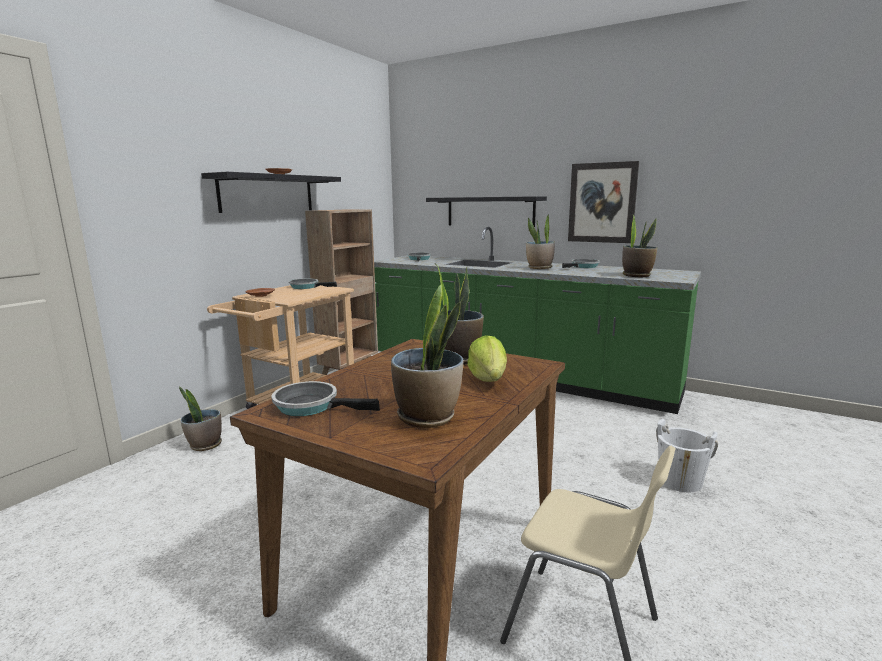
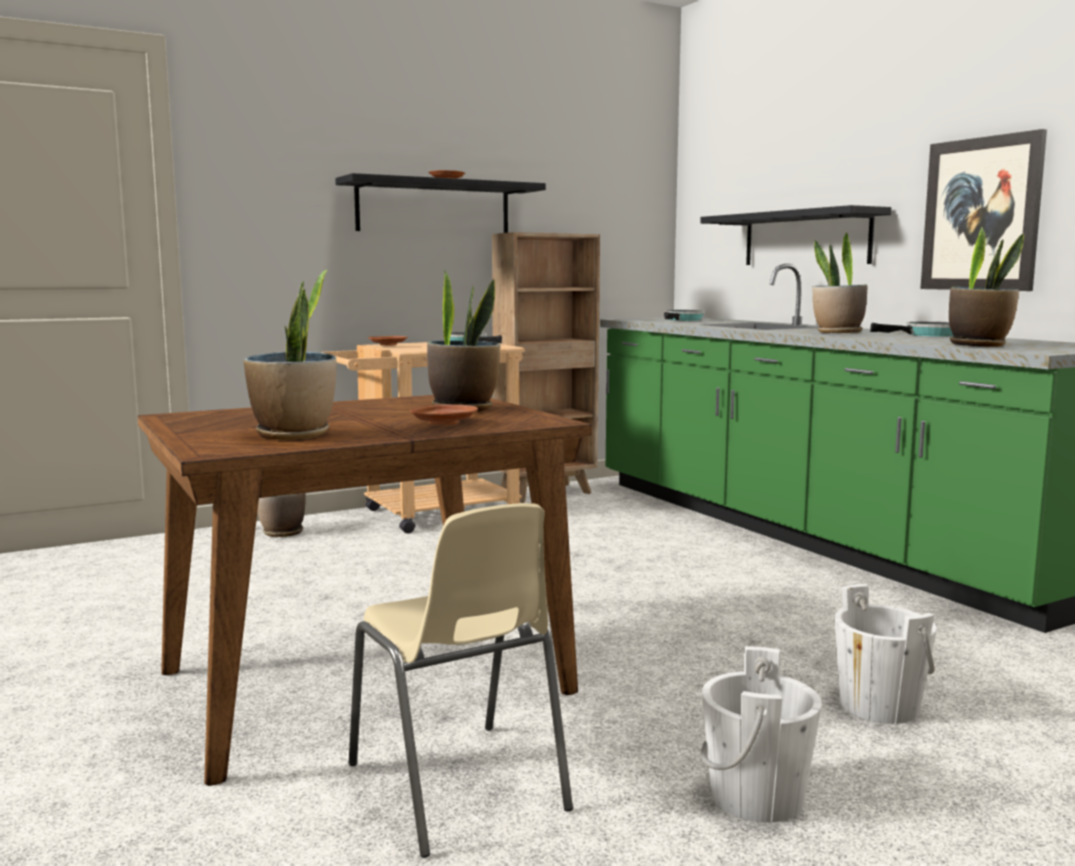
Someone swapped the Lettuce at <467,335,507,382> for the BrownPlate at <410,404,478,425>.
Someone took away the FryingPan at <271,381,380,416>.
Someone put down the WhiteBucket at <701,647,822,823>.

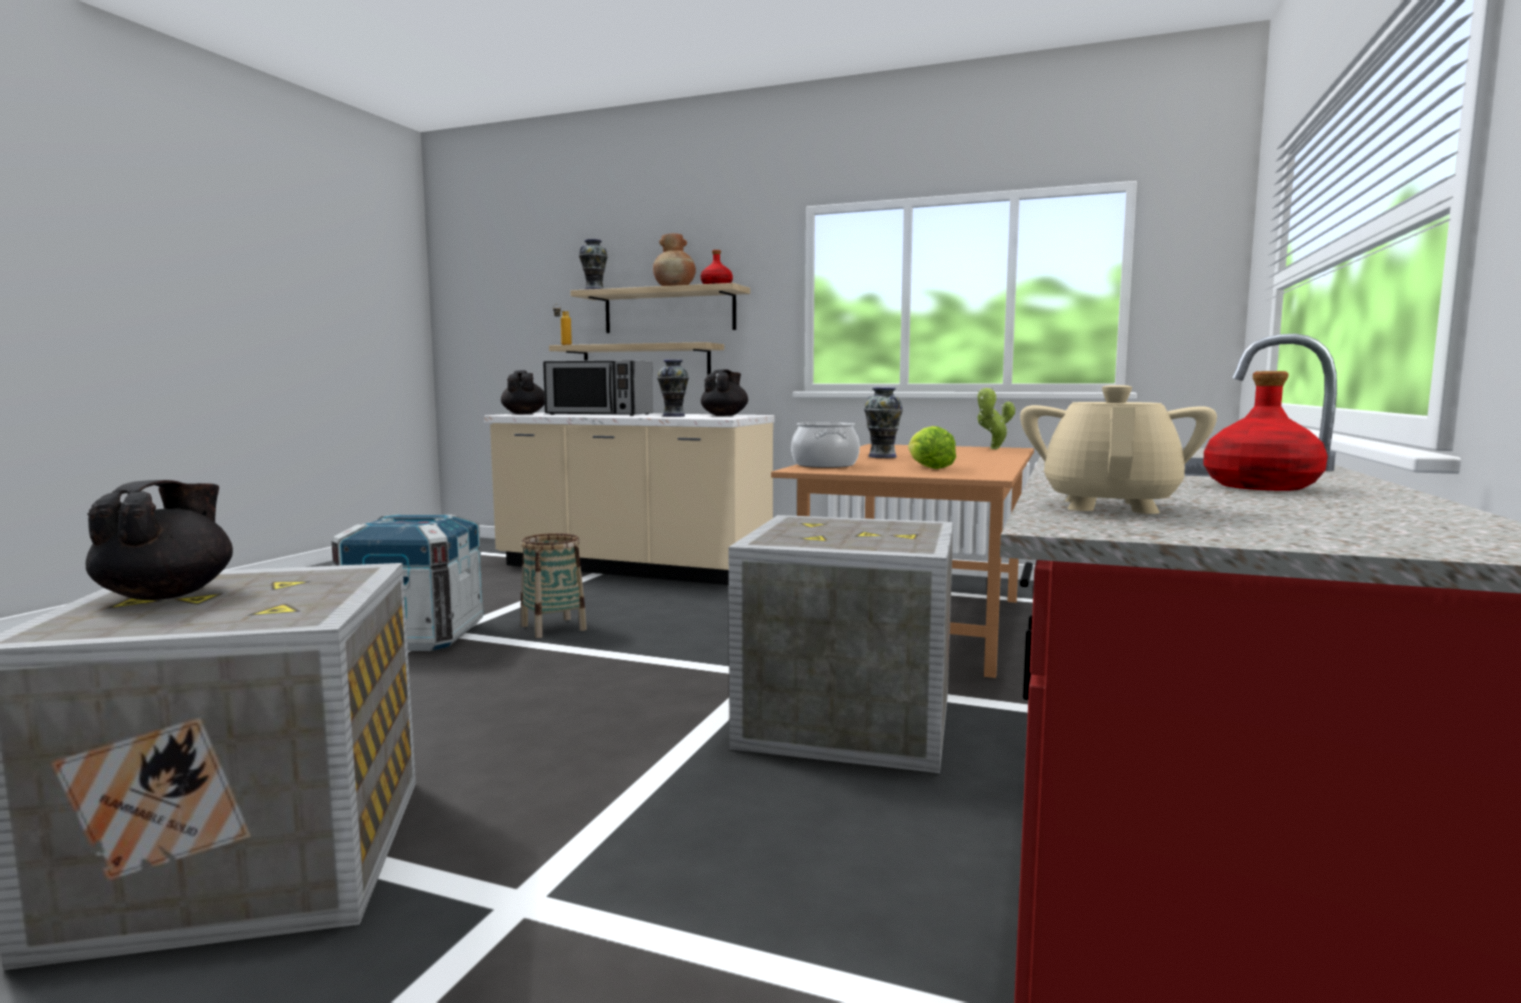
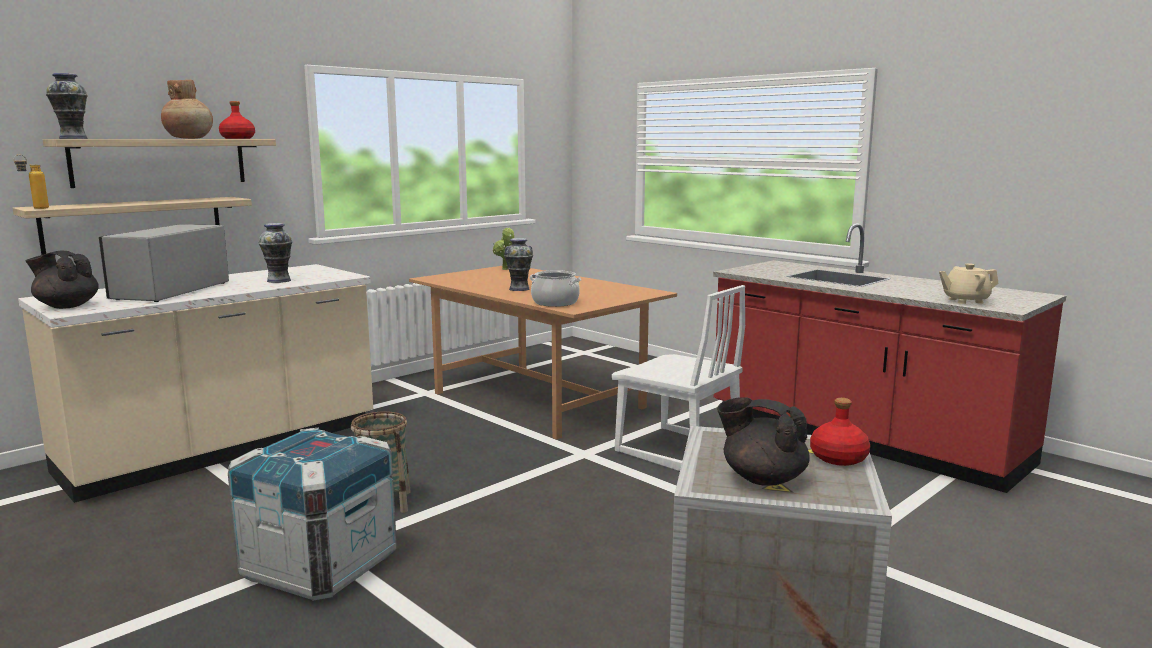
Someone rotated the Microwave at <543,360,653,416> by 150 degrees clockwise.
Someone took away the BlackTeapot at <701,369,748,416>.
Someone carried the RedBottle from <1204,371,1328,491> to <810,398,870,466>.
Someone rotated the BeigeTeapot at <1020,385,1217,514> by 45 degrees counterclockwise.
Someone took away the Lettuce at <908,426,956,469>.
Someone swapped the Crate at <729,515,953,773> for the WhiteChair at <612,285,745,471>.

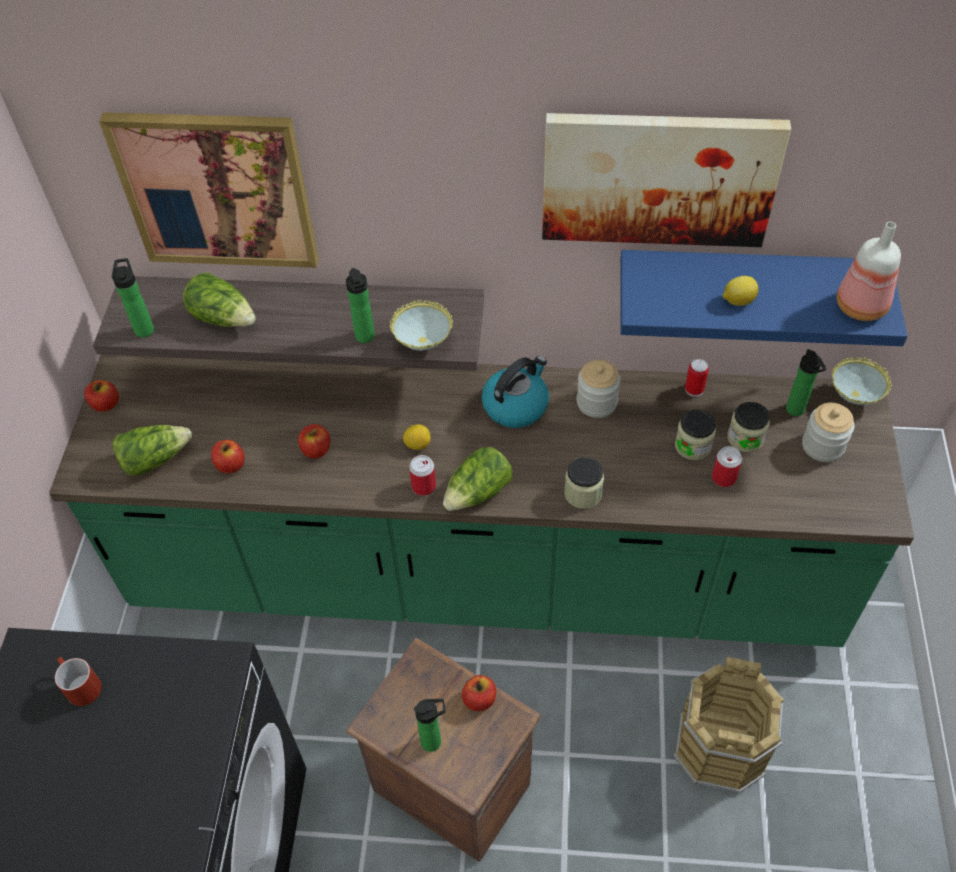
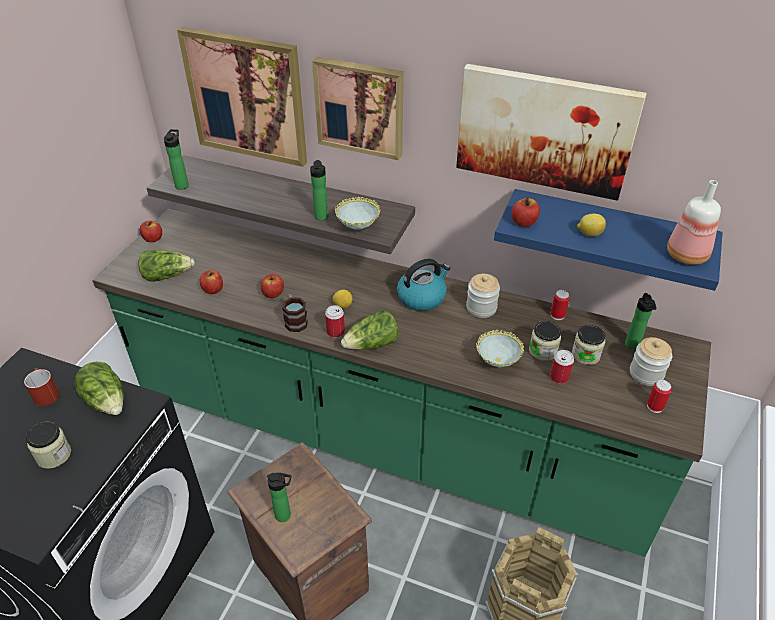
Someone carried the Lettuce from <183,272,256,327> to <74,362,124,415>.
Someone carried the Bowl from <832,357,892,405> to <476,330,524,368>.
Someone carried the Jar from <564,457,604,509> to <26,422,71,469>.
Someone carried the Apple from <462,675,496,711> to <511,198,540,227>.
Someone put up the Picture at <312,57,404,160>.
Someone put down the Mug at <282,294,308,332>.
Someone put down the Can at <647,380,672,413>.

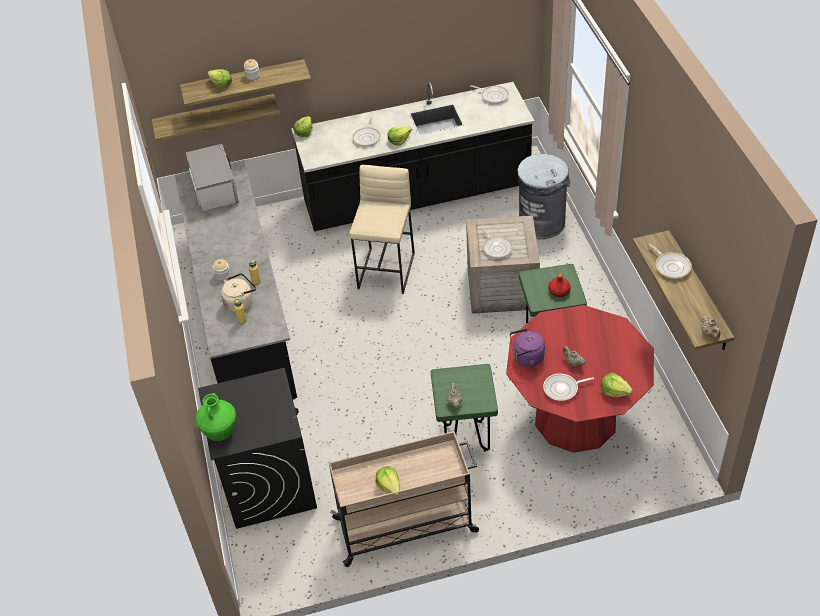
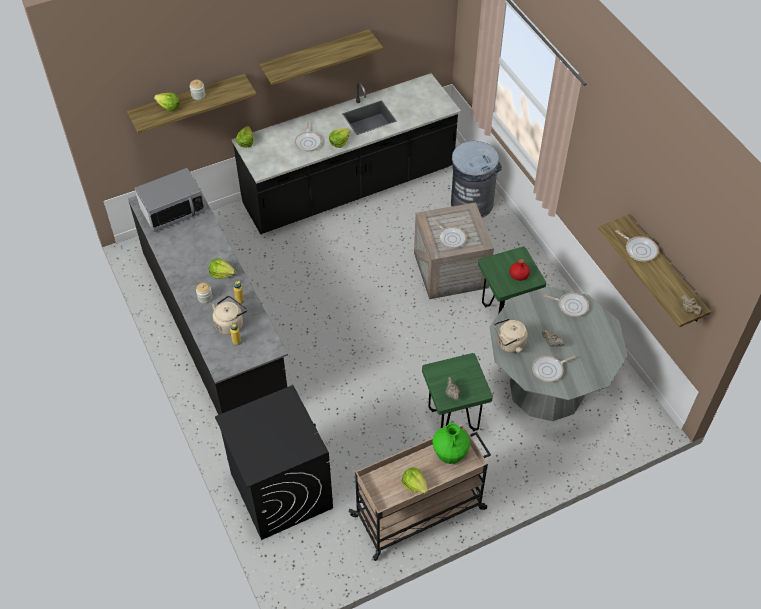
Someone carried the FryingPan from <470,85,509,104> to <544,293,589,317>.
Someone carried the Shelf from <152,94,280,141> to <259,29,383,85>.
Someone rotated the Microwave at <186,144,239,212> by 90 degrees clockwise.
Someone took away the BeigeStool at <350,165,415,294>.
Someone repainted the RedDiningTable at <506,305,654,453>, which became the GreyDiningTable at <490,286,628,421>.
Someone repainted the PurpleKettle at <510,329,545,367>, which became the BeigeKettle at <494,318,528,353>.
Someone carried the Lettuce from <601,373,633,397> to <209,258,236,279>.
Someone carried the GreenVase from <195,393,236,441> to <432,422,470,464>.

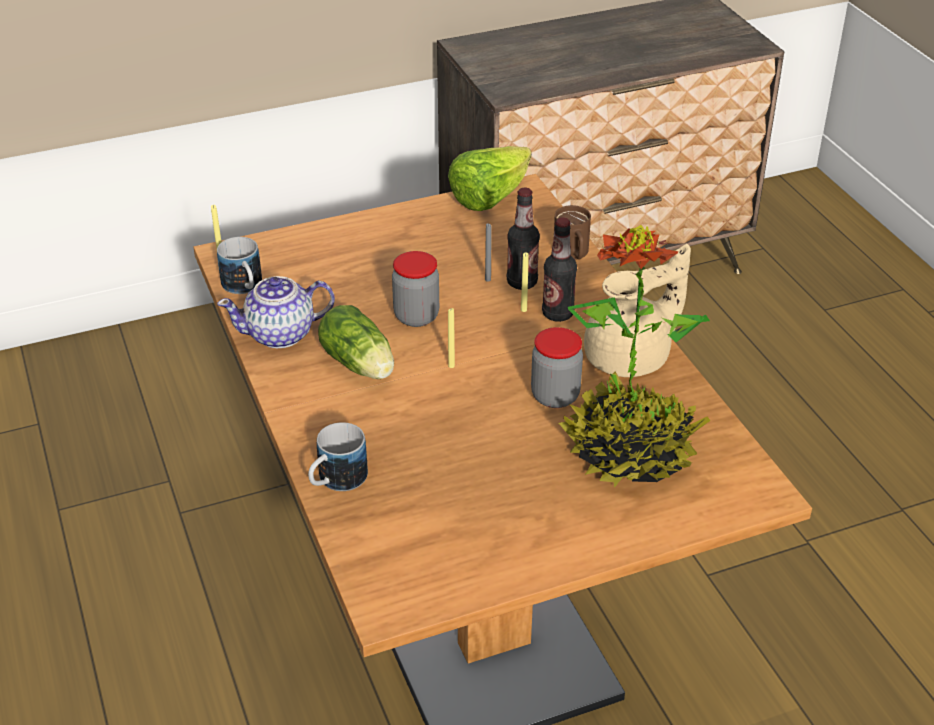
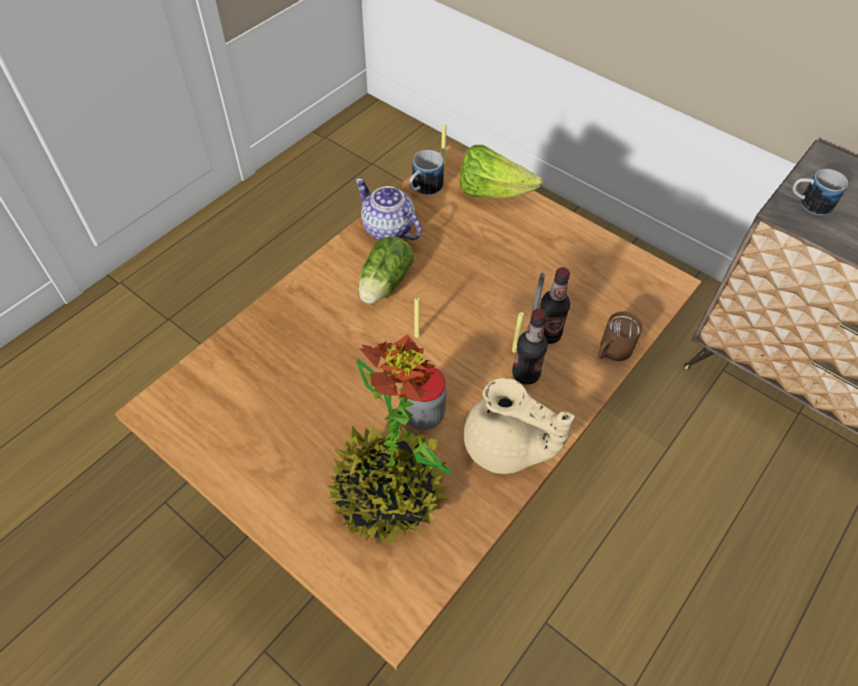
Someone carried the Lettuce from <448,146,532,211> to <460,145,543,198>.
Someone took away the Jar at <392,251,439,327>.
Someone carried the Mug from <308,422,368,491> to <793,169,848,215>.

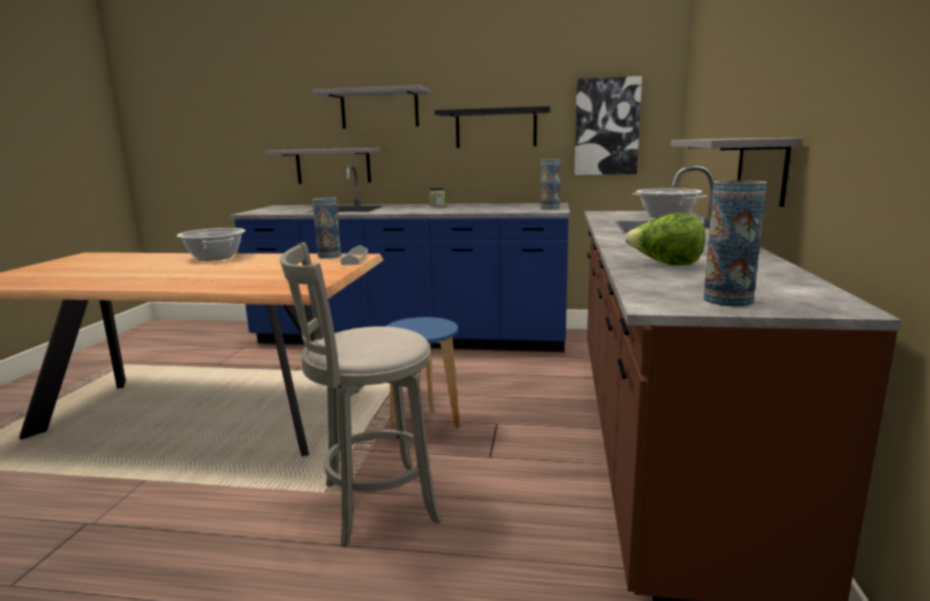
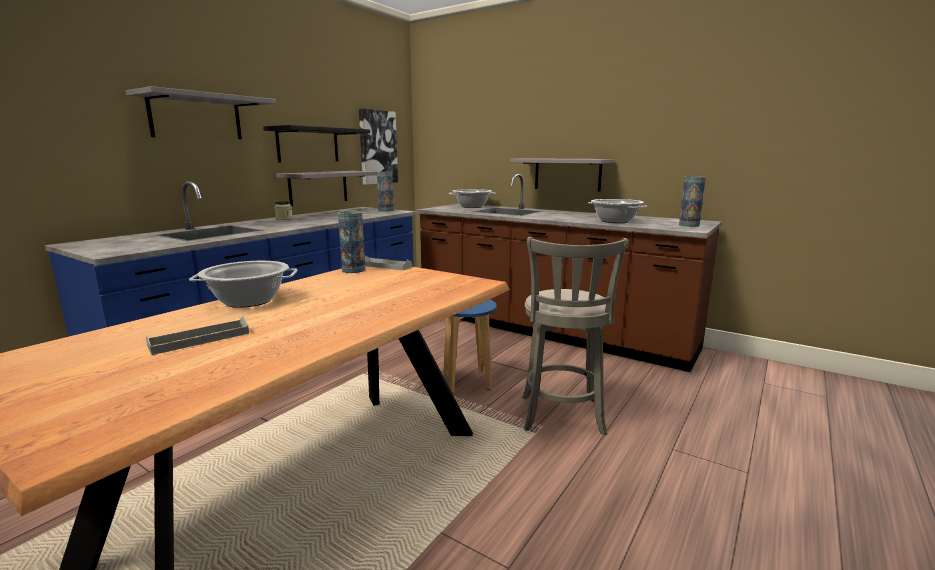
Someone carried the GreyShelf from <265,148,381,184> to <276,171,378,206>.
Someone swapped the Lettuce at <625,213,705,266> for the CookingPot at <588,199,647,223>.
Someone put down the GreyTray at <146,316,249,355>.

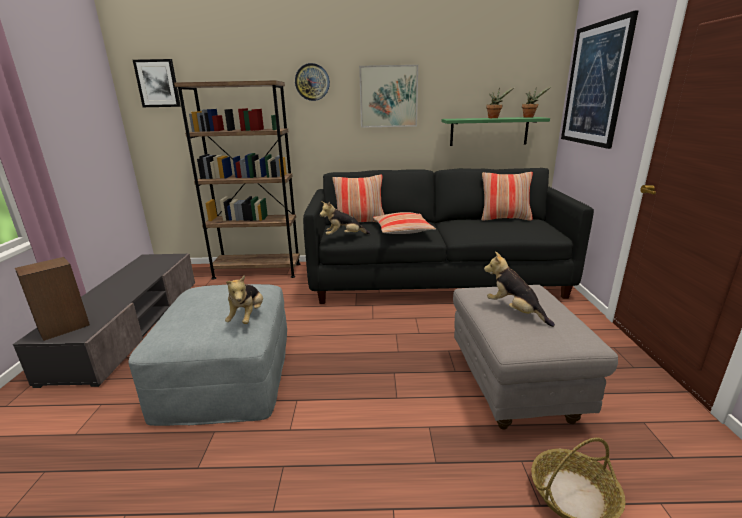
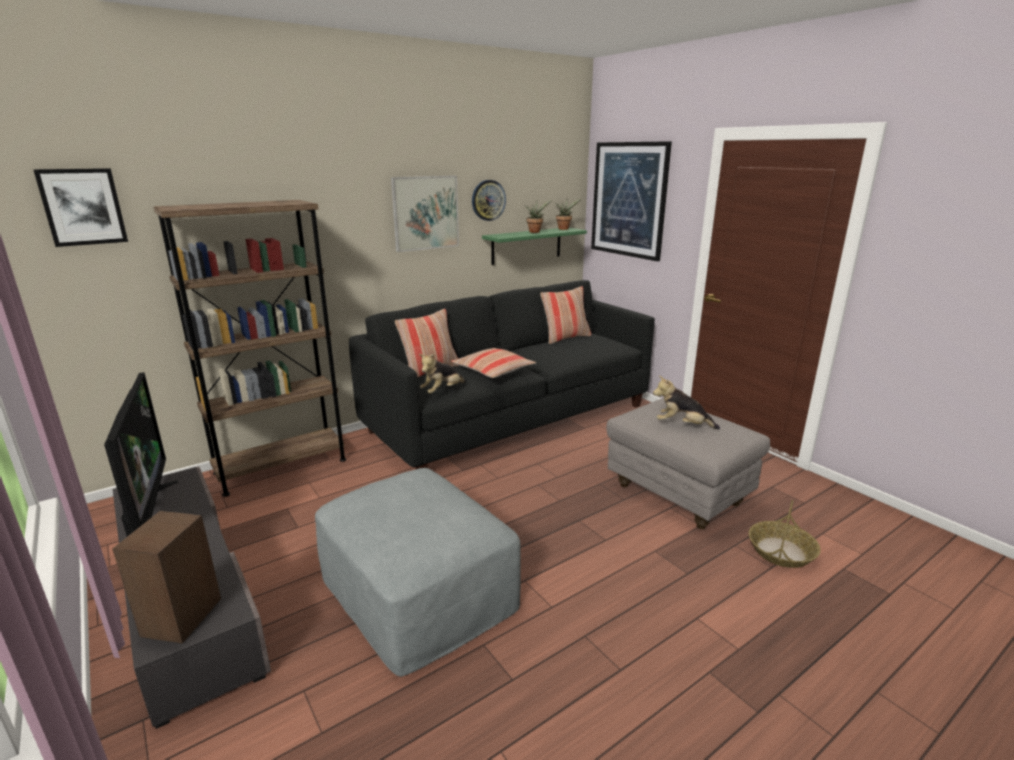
Someone carried the WallClock from <295,63,330,101> to <472,180,506,221>.
Someone took away the PlushToy at <225,275,263,324>.
Someone put down the Television at <104,372,179,537>.

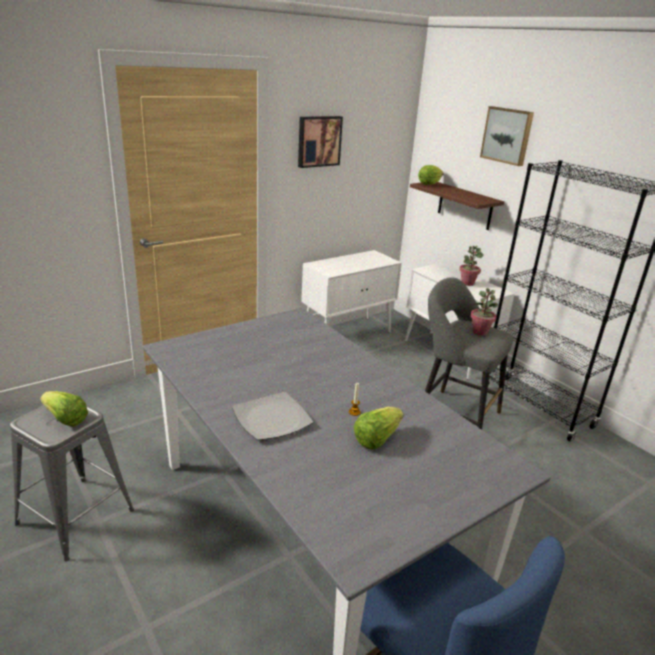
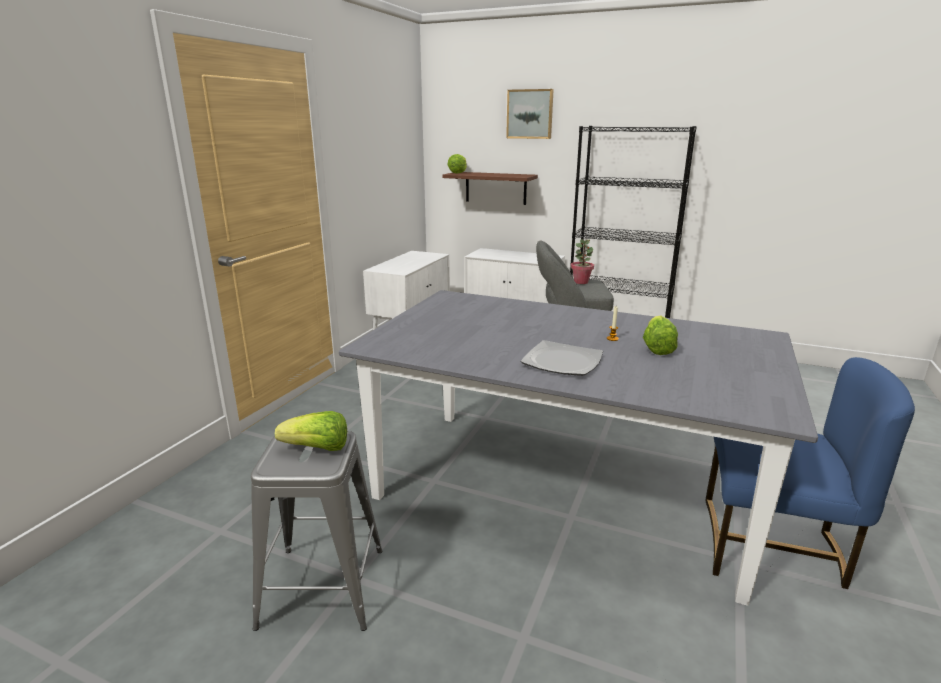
Someone took away the Picture at <298,116,343,168>.
Someone took away the PottedPlant at <459,246,484,286>.

